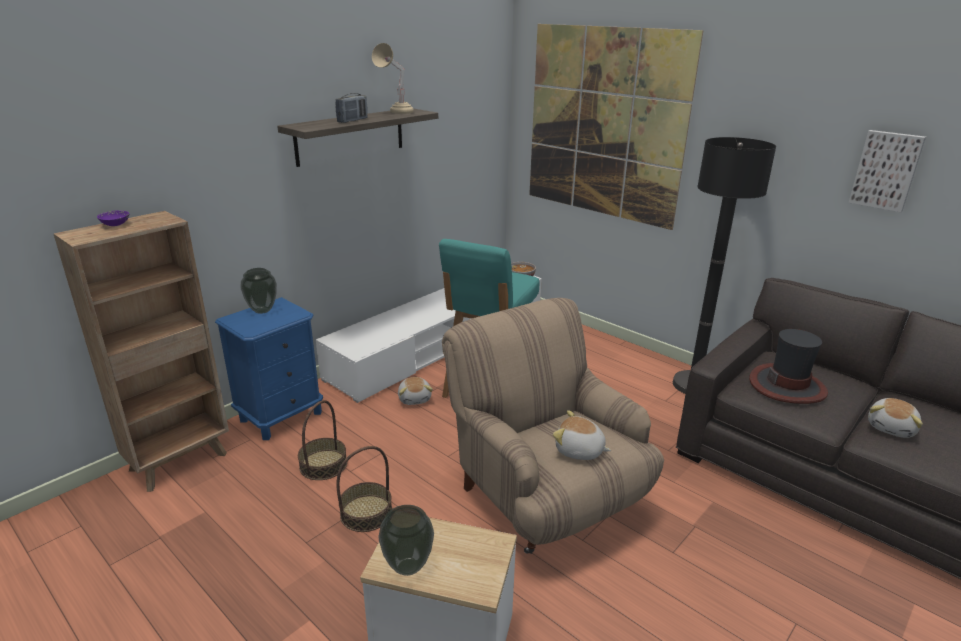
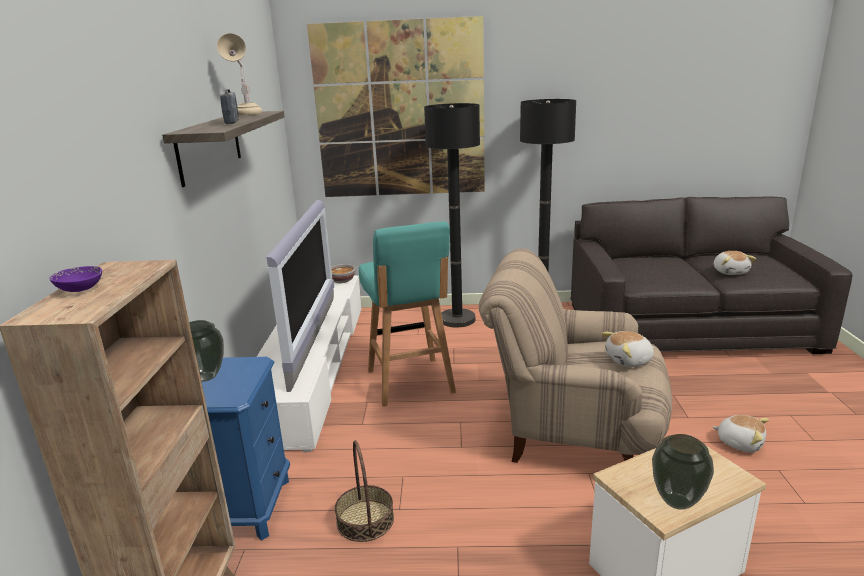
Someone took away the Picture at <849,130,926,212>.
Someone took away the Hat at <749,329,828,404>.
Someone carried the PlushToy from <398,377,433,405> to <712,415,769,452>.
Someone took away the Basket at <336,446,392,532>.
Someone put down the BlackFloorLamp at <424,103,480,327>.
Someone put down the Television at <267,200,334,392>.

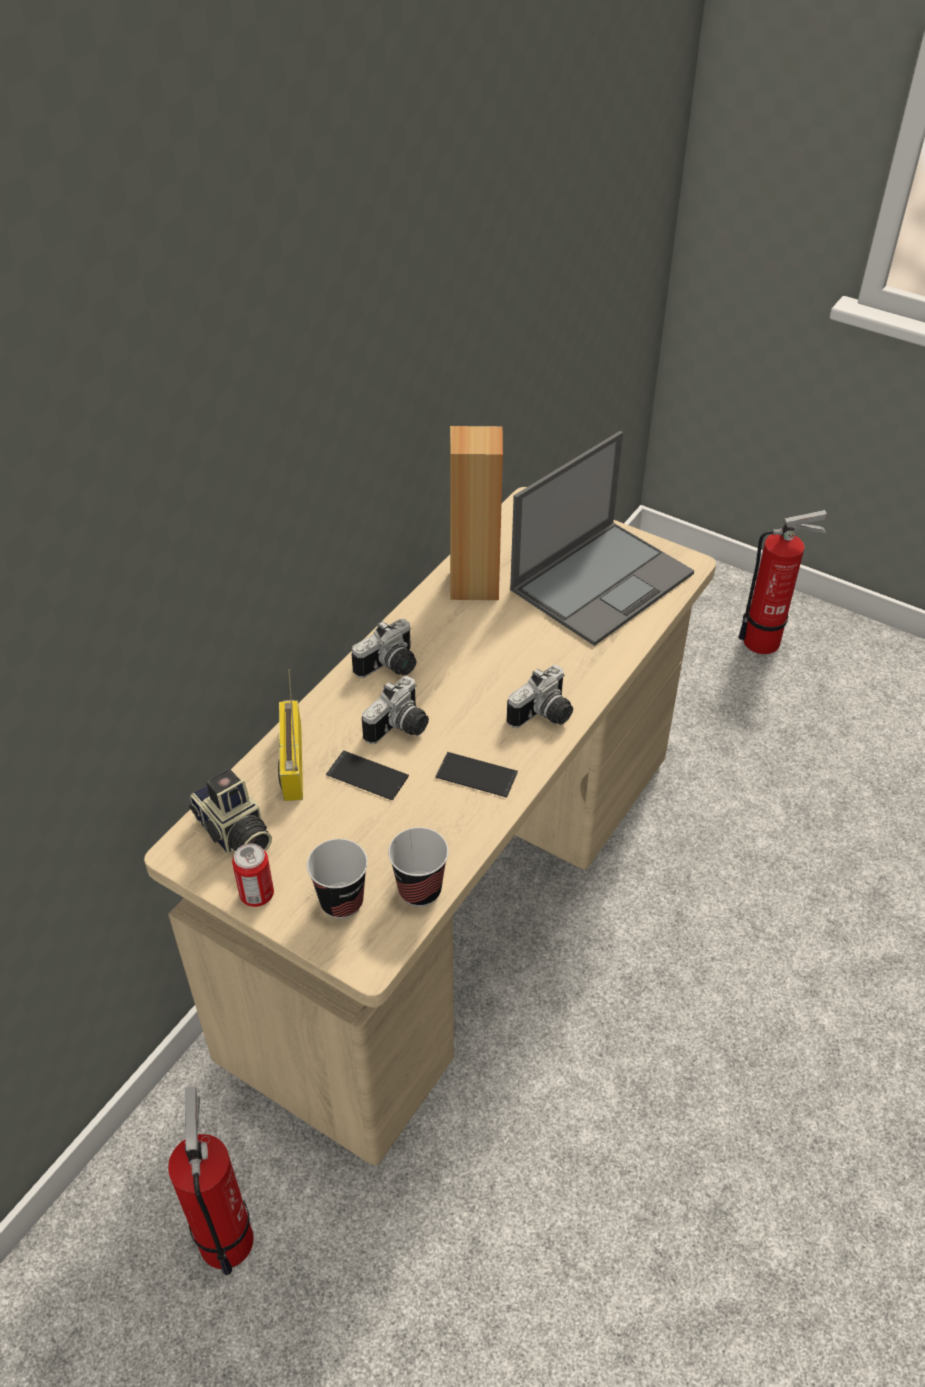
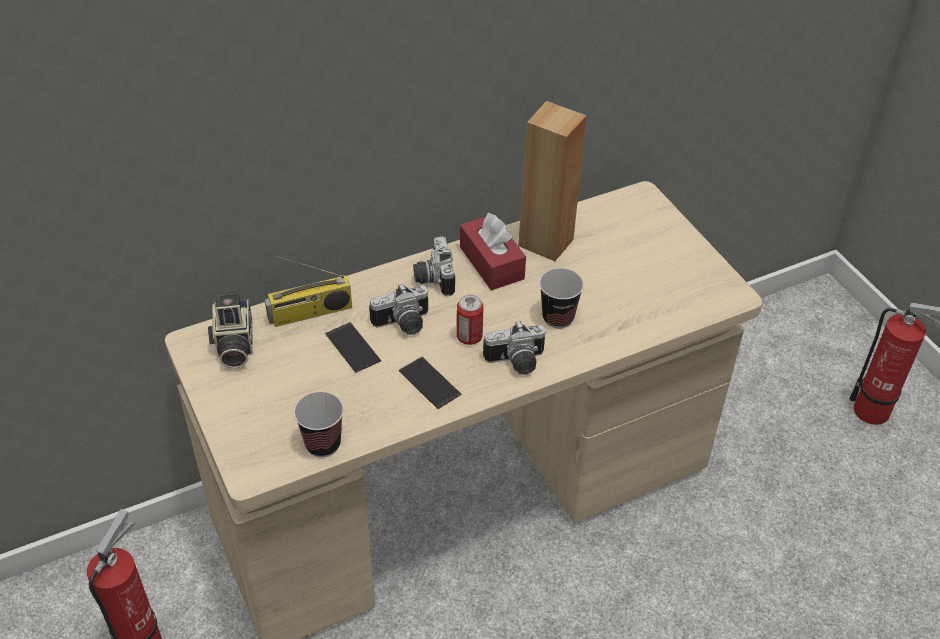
Someone took away the Laptop at <510,431,694,646>.
Someone rotated the PhotoCamera at <352,619,416,678> by 90 degrees clockwise.
Someone rotated the Radio at <278,669,303,801> by 135 degrees counterclockwise.
Someone carried the Cup from <307,839,368,919> to <539,268,584,328>.
Someone carried the Can from <232,843,274,907> to <457,295,483,345>.
Someone put down the RedTissueBox at <460,213,526,290>.

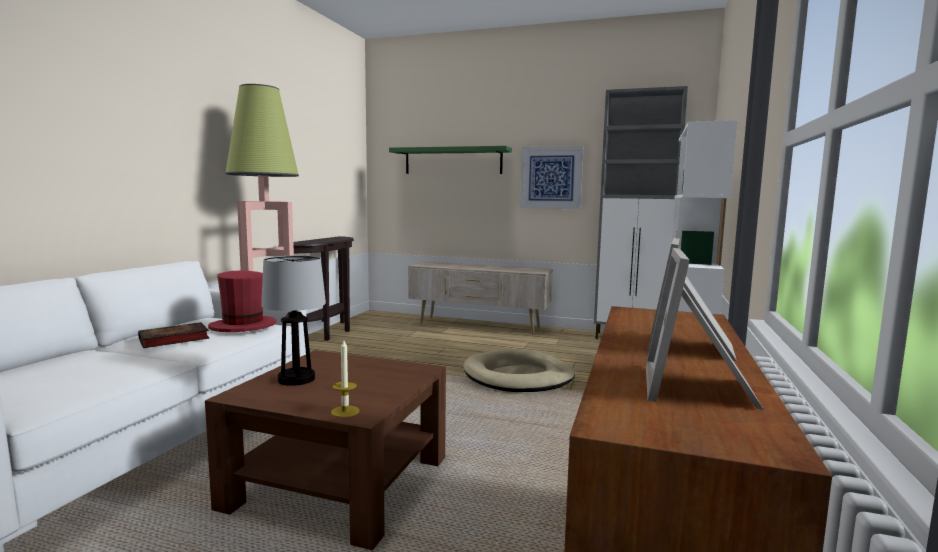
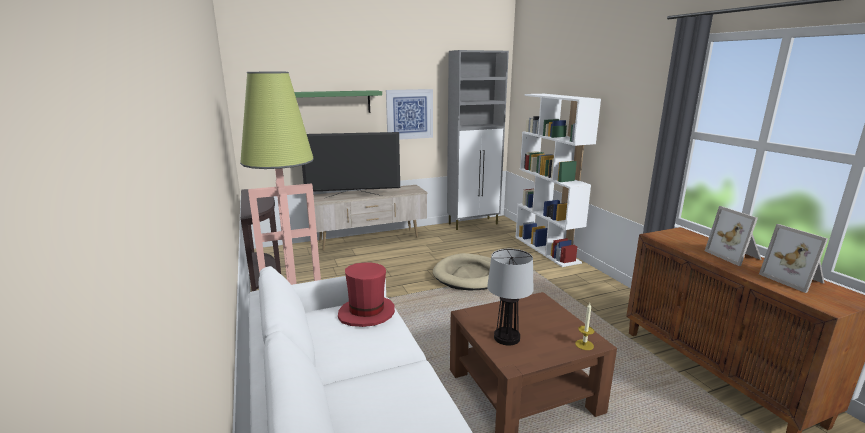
Someone took away the Book at <138,322,209,348>.
Someone put down the Television at <302,132,400,198>.

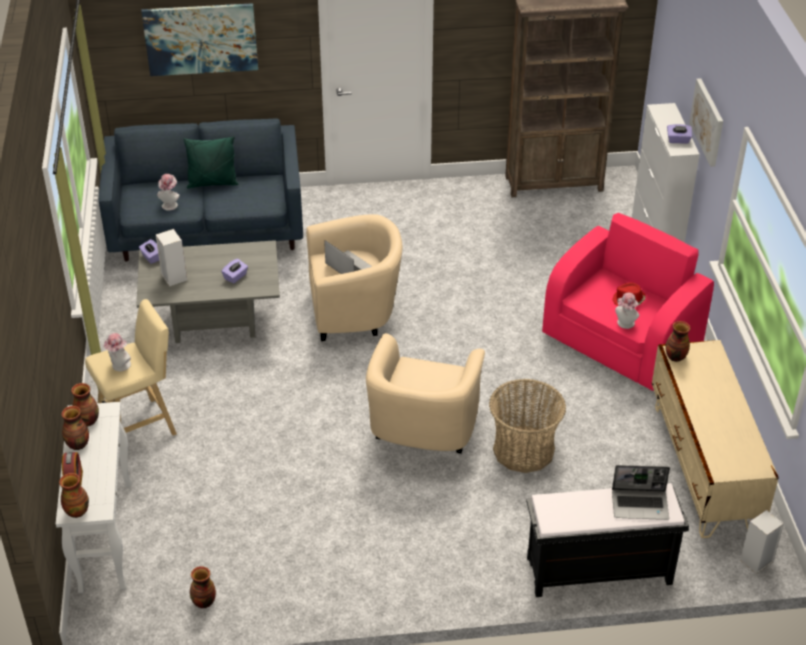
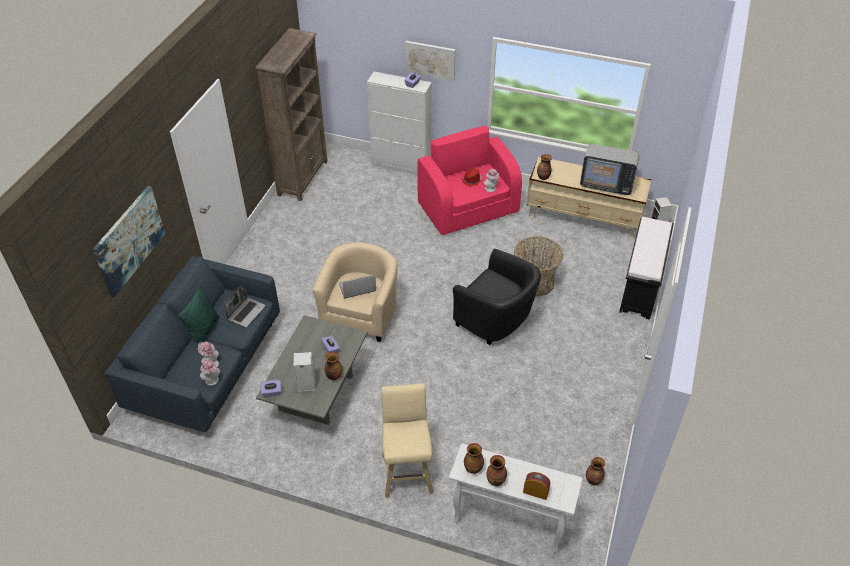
Someone carried the Hat from <103,333,131,371> to <200,359,220,385>.
Someone repainted the BeigeArmchair at <366,333,485,454>, which became the BlackArmchair at <453,249,541,345>.
Someone carried the Laptop from <612,465,670,520> to <223,282,266,328>.
Someone carried the Vase from <59,473,89,518> to <325,352,342,380>.
Someone put down the Television at <580,144,640,195>.

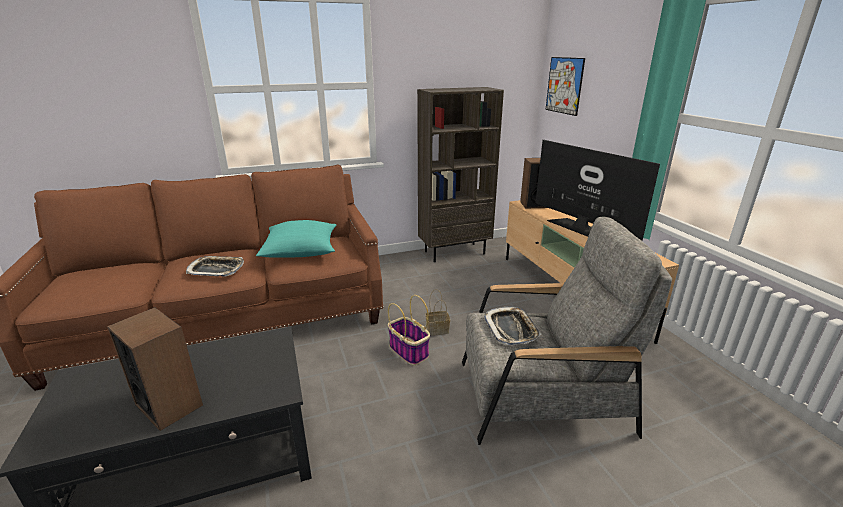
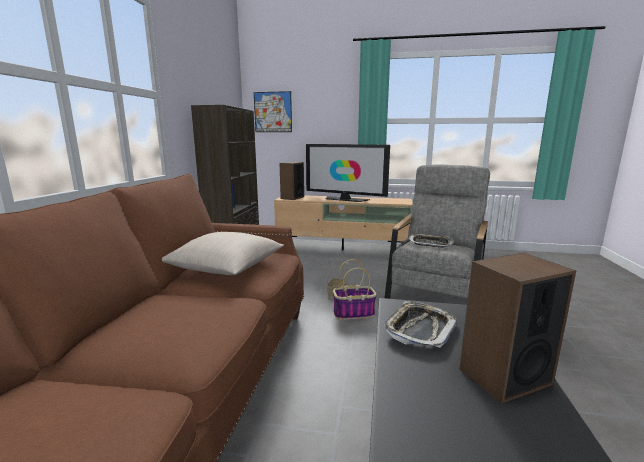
Someone rotated the Television at <536,140,660,241> by 150 degrees counterclockwise.
Someone repainted the TurquoisePillow at <256,220,337,258>, which became the BeigePillow at <162,232,284,275>.
Someone carried the Tray from <186,256,244,277> to <384,301,457,348>.

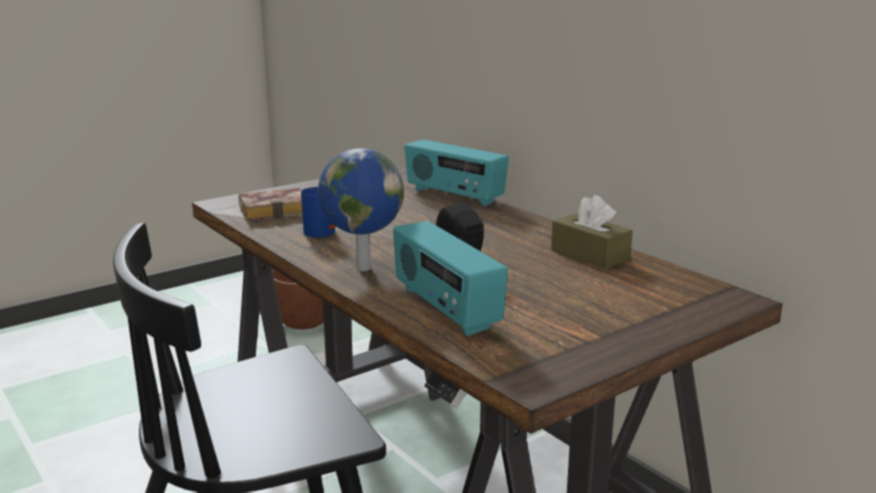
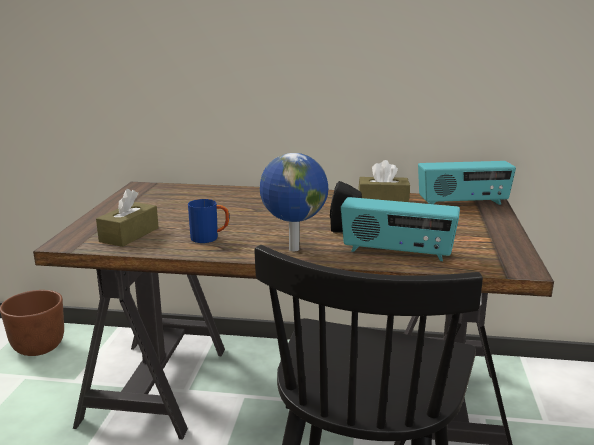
Someone carried the Radio from <404,140,509,207> to <418,161,516,205>.
Someone swapped the Book at <239,188,302,221> for the BrownTissueBox at <96,189,159,247>.

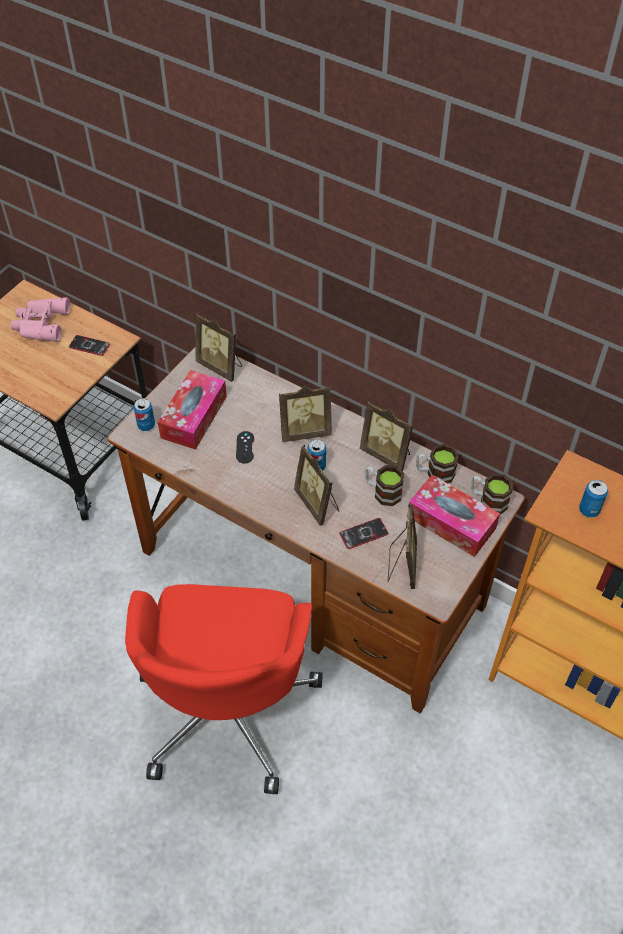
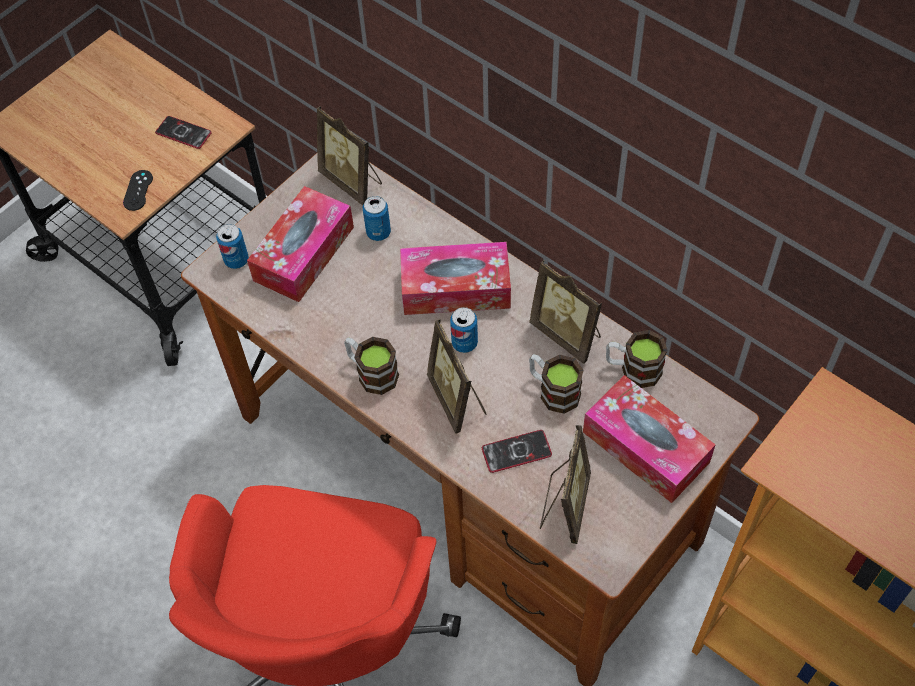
Someone took away the PinkBinoculars at <11,297,71,342>.
Someone swapped the PictureFrame at <279,386,332,442> for the TissueBox at <400,242,511,315>.
Someone carried the BlackGameController from <236,431,254,464> to <123,170,153,211>.
Someone carried the Mug from <471,473,513,515> to <344,337,399,395>.
Someone carried the Can from <579,480,608,517> to <363,196,391,241>.

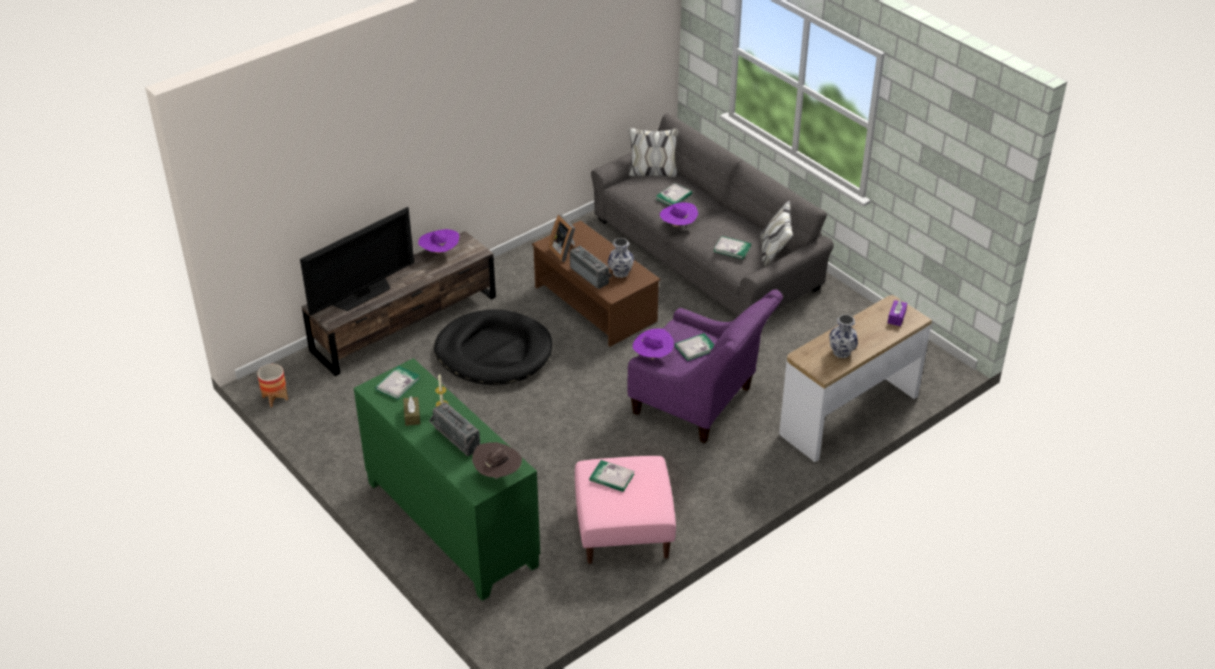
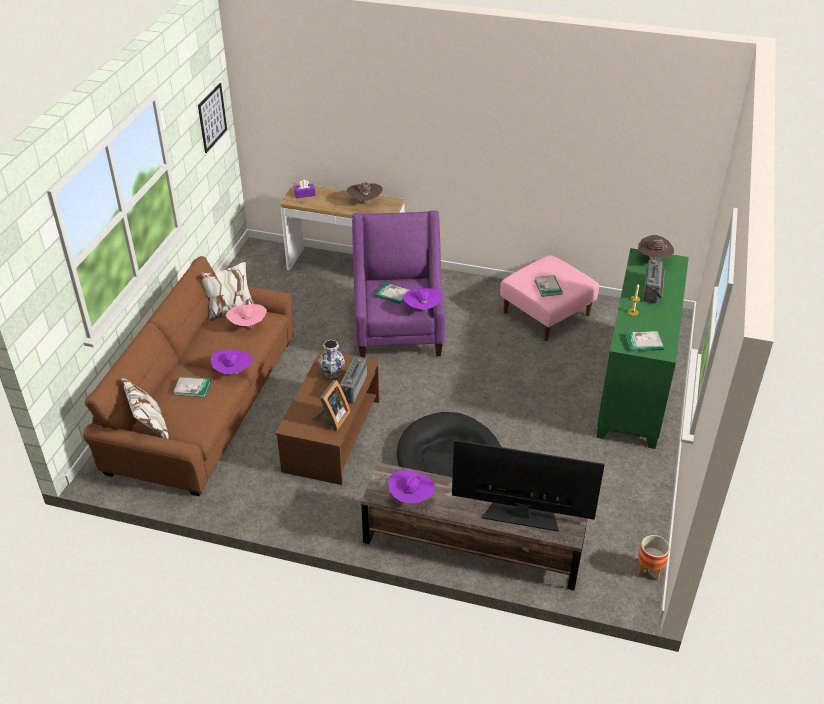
Someone repainted the GreySofa at <591,113,834,316>, which became the BrownSofa at <83,256,294,496>.
Someone swapped the Book at <713,236,751,259> for the PinkHat at <226,304,267,329>.
Someone swapped the Vase at <829,315,858,358> for the BrownHat at <346,182,383,205>.
Someone took away the BrownTissueBox at <403,396,420,426>.
Someone put up the Picture at <198,83,227,153>.

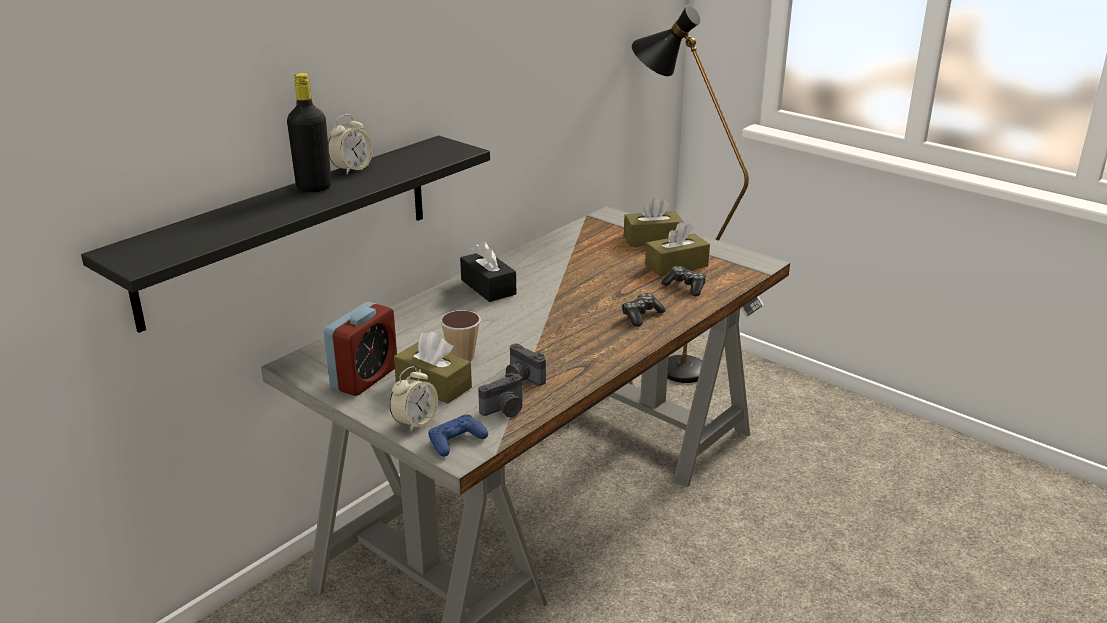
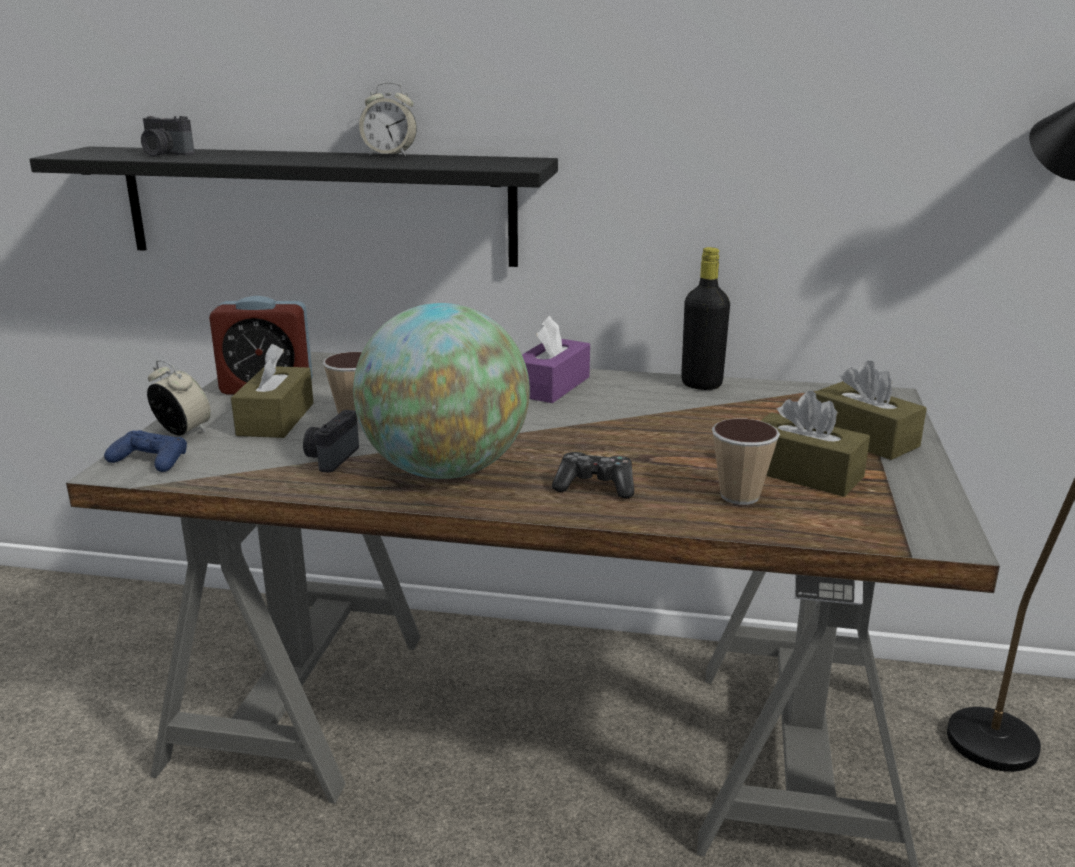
Someone carried the BlackBottle from <287,73,331,193> to <681,247,730,390>.
Someone repainted the BlackTissueBox at <460,241,516,302>, which became the PurpleTissueBox at <522,316,590,403>.
Someone swapped the GameController at <661,266,706,296> for the Cup at <712,419,780,505>.
Someone rotated the AlarmClock at <390,366,438,432> by 150 degrees counterclockwise.
Someone carried the PhotoCamera from <478,373,523,417> to <141,116,194,156>.
Someone put down the Globe at <353,303,530,479>.

